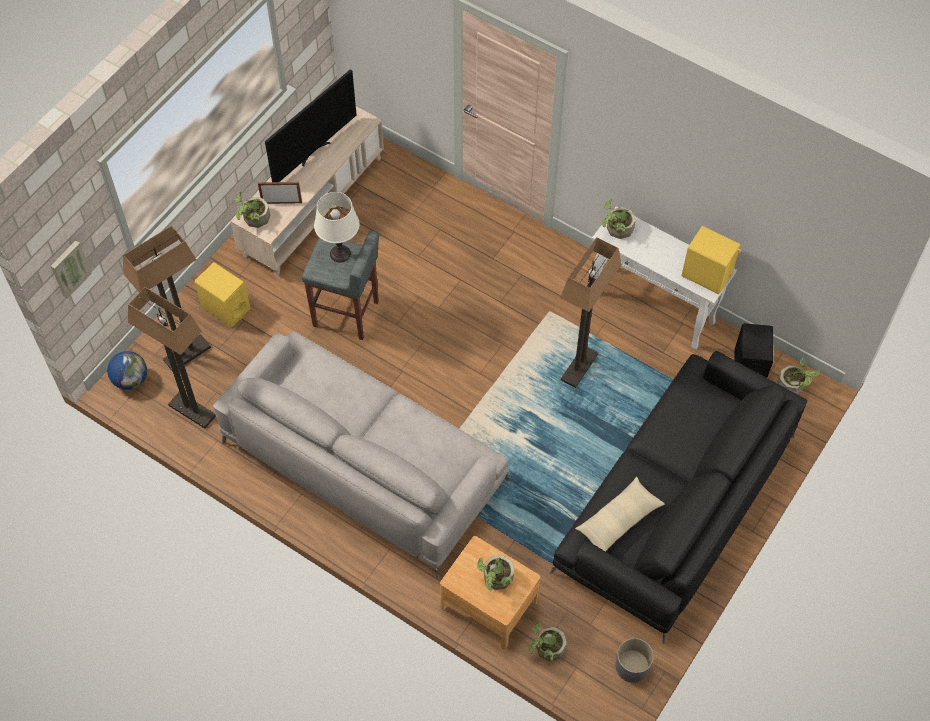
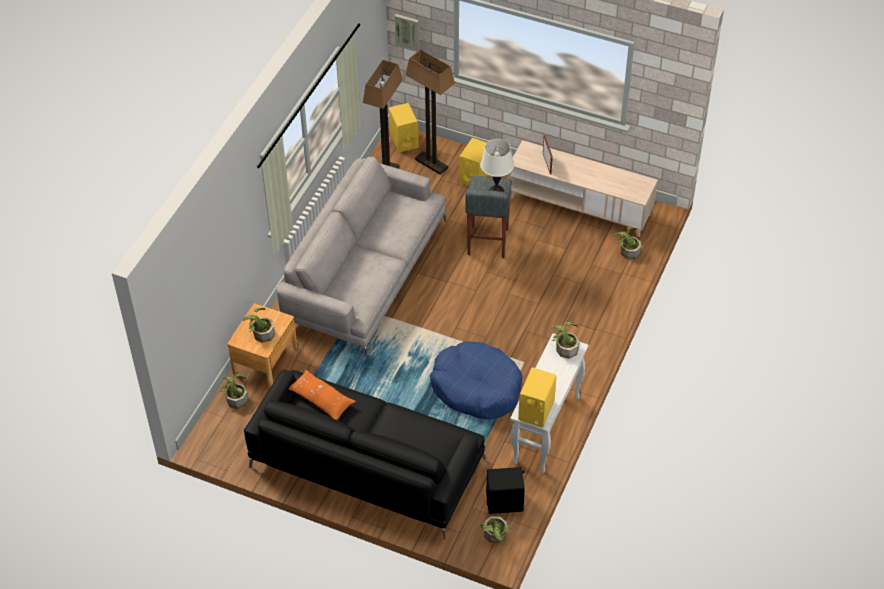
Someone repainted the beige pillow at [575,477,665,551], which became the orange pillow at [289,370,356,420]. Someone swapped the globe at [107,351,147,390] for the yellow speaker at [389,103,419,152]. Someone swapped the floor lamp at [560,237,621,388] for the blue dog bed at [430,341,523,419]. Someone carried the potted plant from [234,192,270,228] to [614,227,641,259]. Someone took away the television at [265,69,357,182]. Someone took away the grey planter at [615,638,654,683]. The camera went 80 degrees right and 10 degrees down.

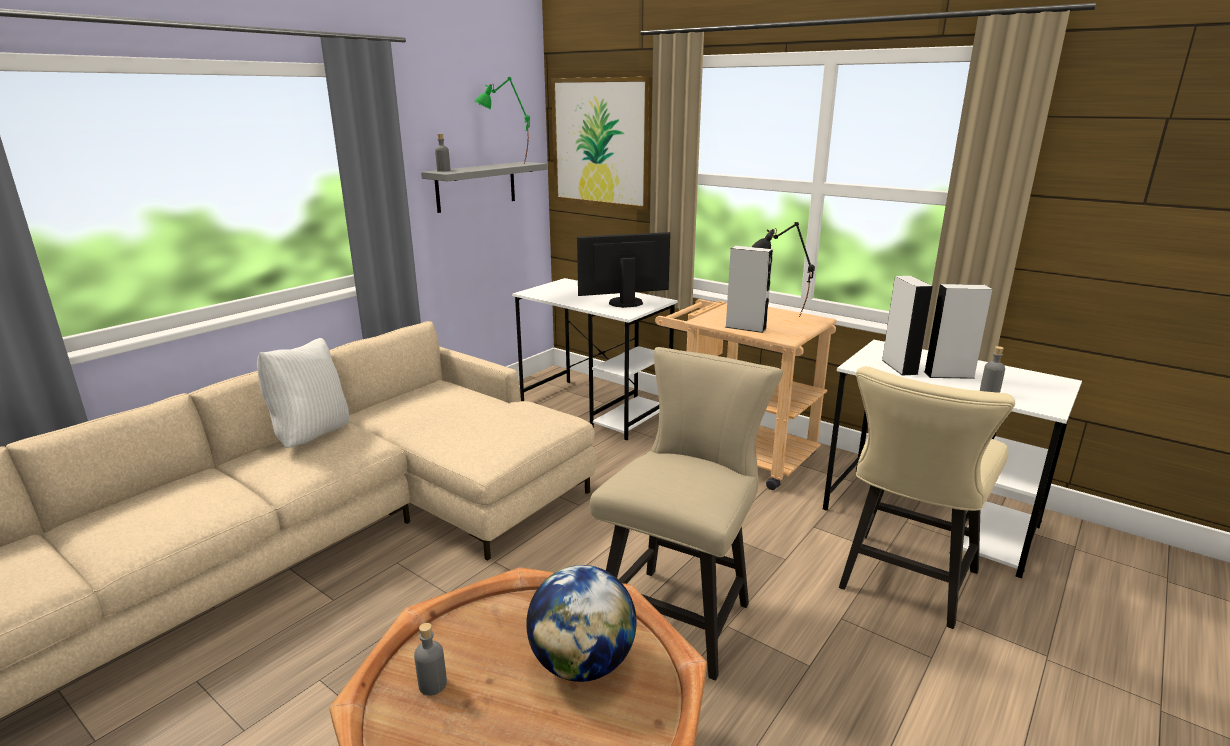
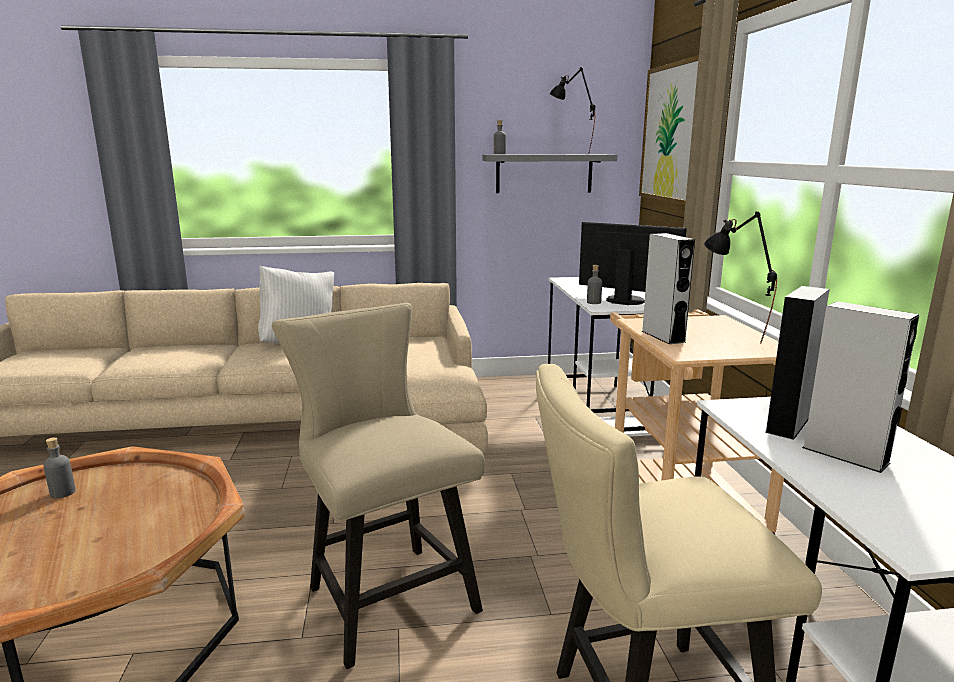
Someone rotated the beige chair at [590,347,783,681] by 105 degrees counterclockwise. Someone repainted the green table lamp at [475,77,530,165], which became the black table lamp at [550,67,596,154]. Someone carried the grey bottle from [980,346,1005,393] to [587,265,602,304]. Someone took away the globe at [526,565,636,682]. The camera went 45 degrees right and 5 degrees down.

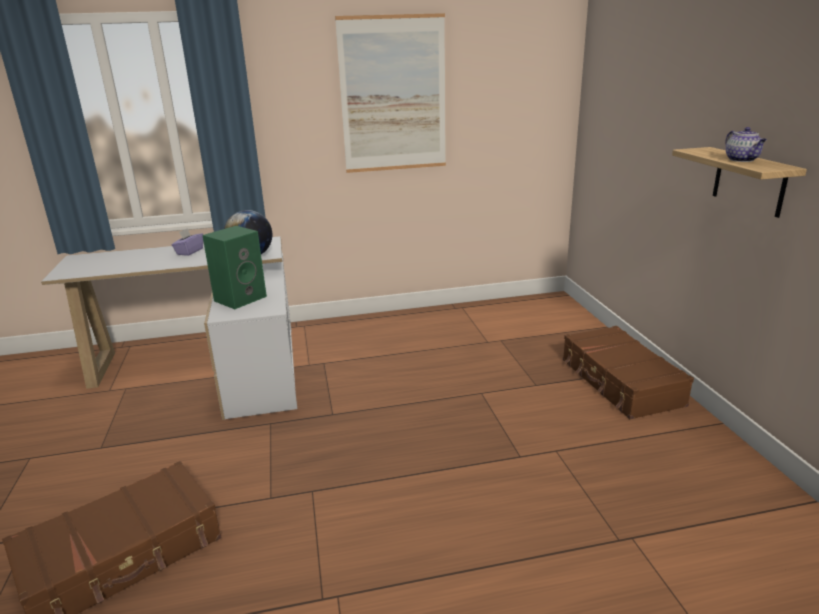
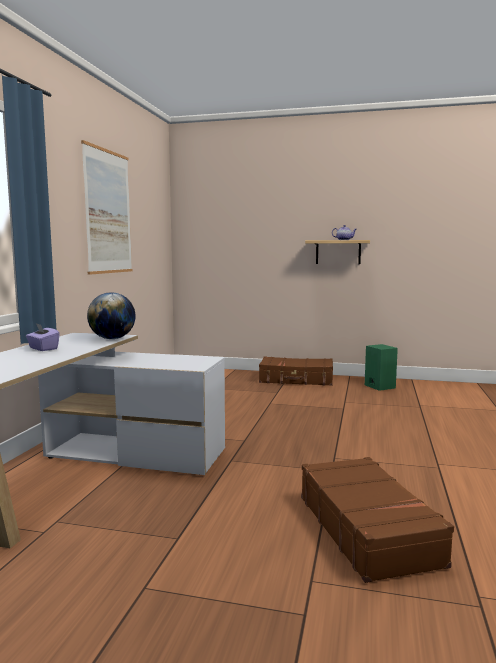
Someone carried the green speaker from [202,226,267,309] to [365,344,398,391]. The camera went 65 degrees left and 15 degrees down.

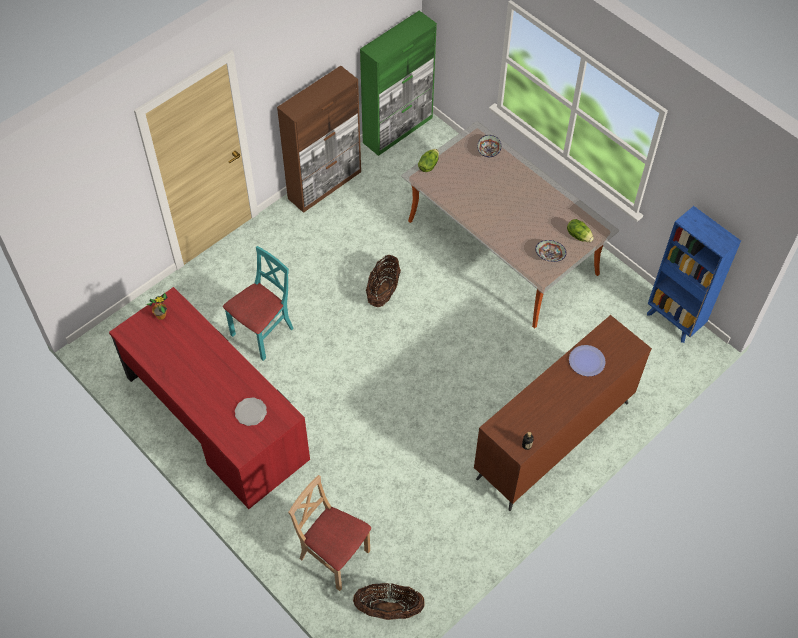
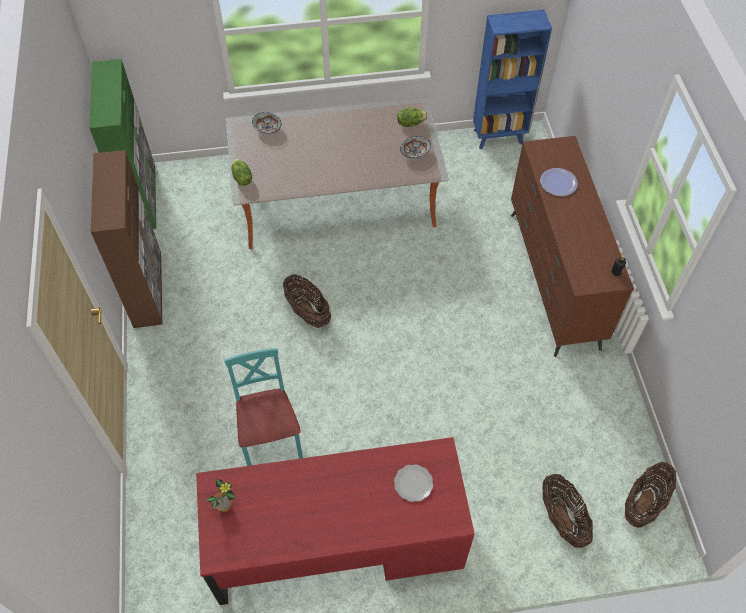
Someone swapped the beige chair at [288,475,371,591] for the basket at [543,474,593,548]. The camera went 55 degrees left and 0 degrees up.

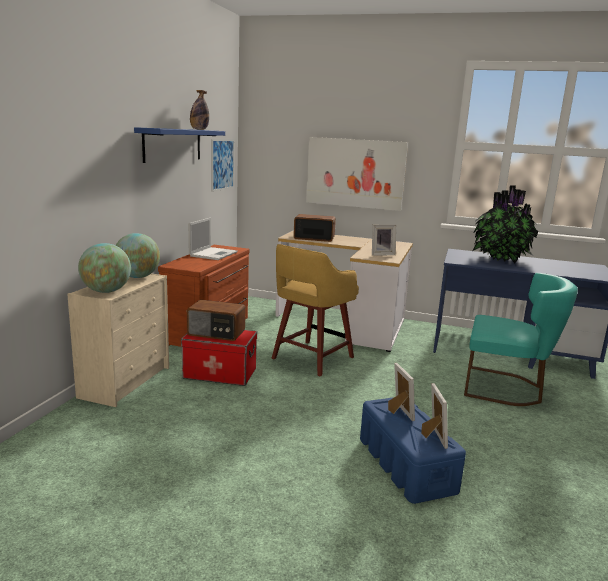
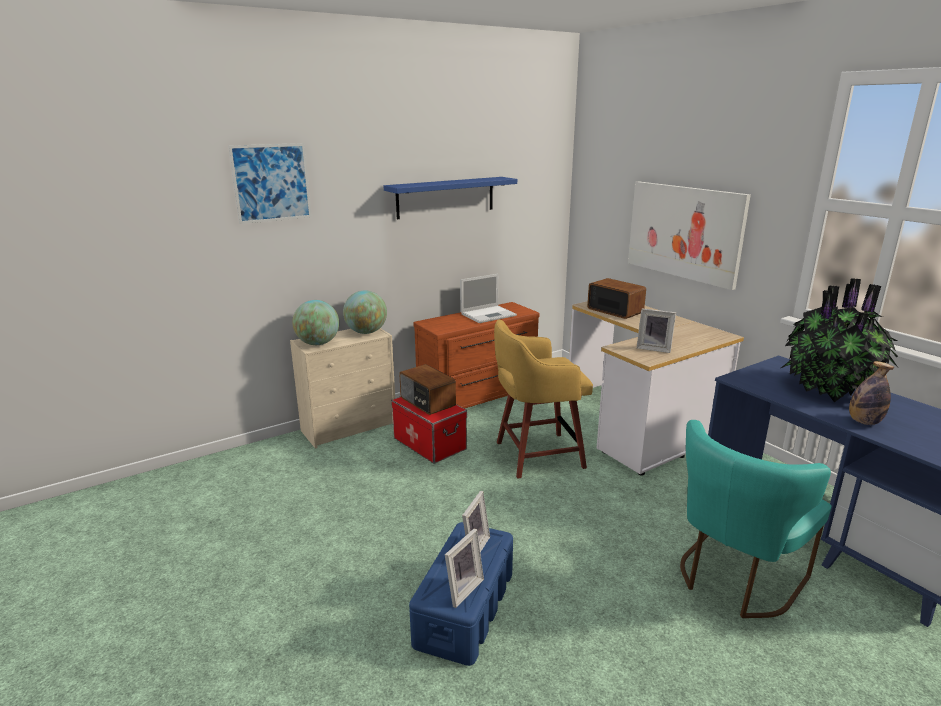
Someone carried the picture from [211,139,234,192] to [228,143,312,224]. Someone rotated the turquoise chair at [464,273,578,406] by 75 degrees clockwise. Someone carried the bottle from [190,90,209,130] to [849,361,894,425]. The camera went 40 degrees right and 5 degrees up.

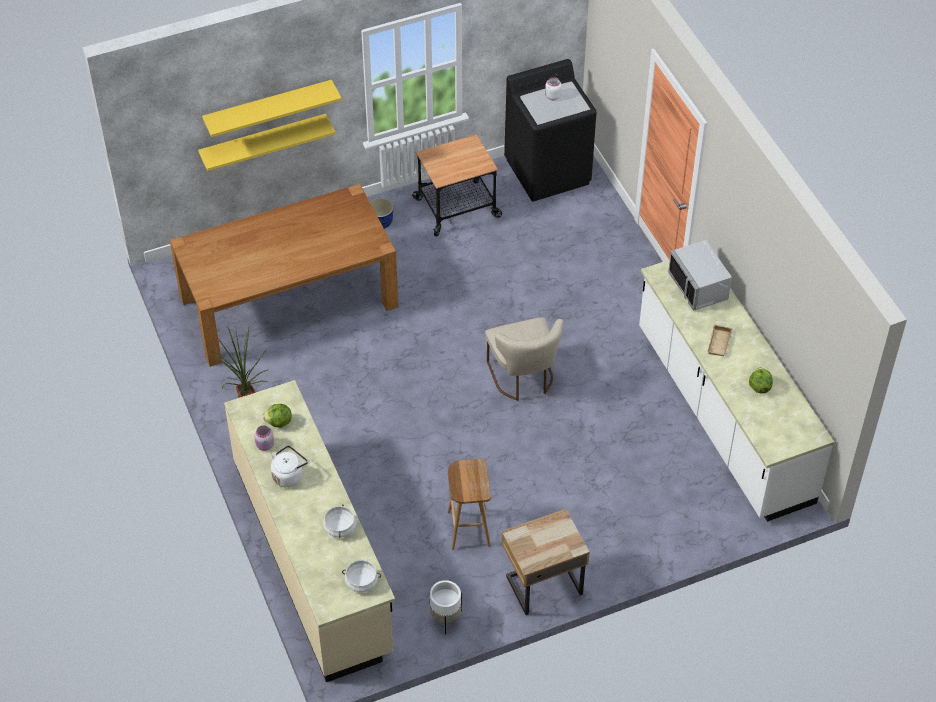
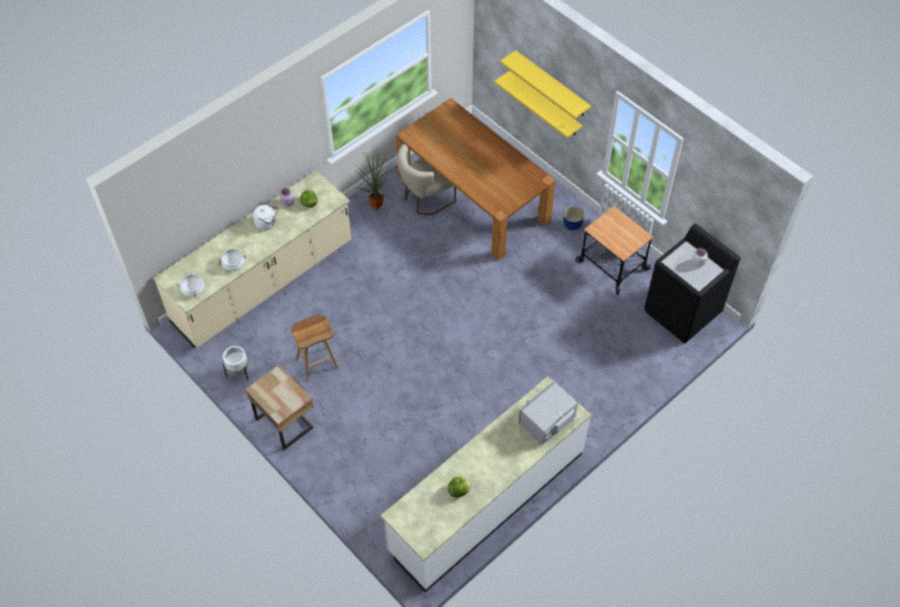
Someone carried the beige chair from [485,317,564,401] to [397,144,456,215]. Someone took away the beige tray at [707,324,733,356]. The camera went 70 degrees right and 5 degrees up.

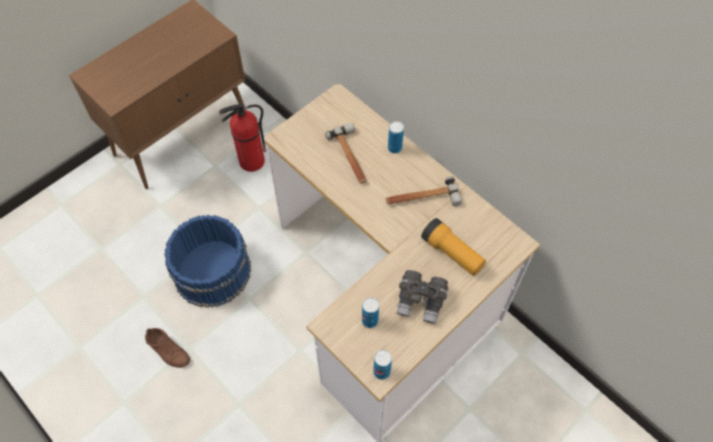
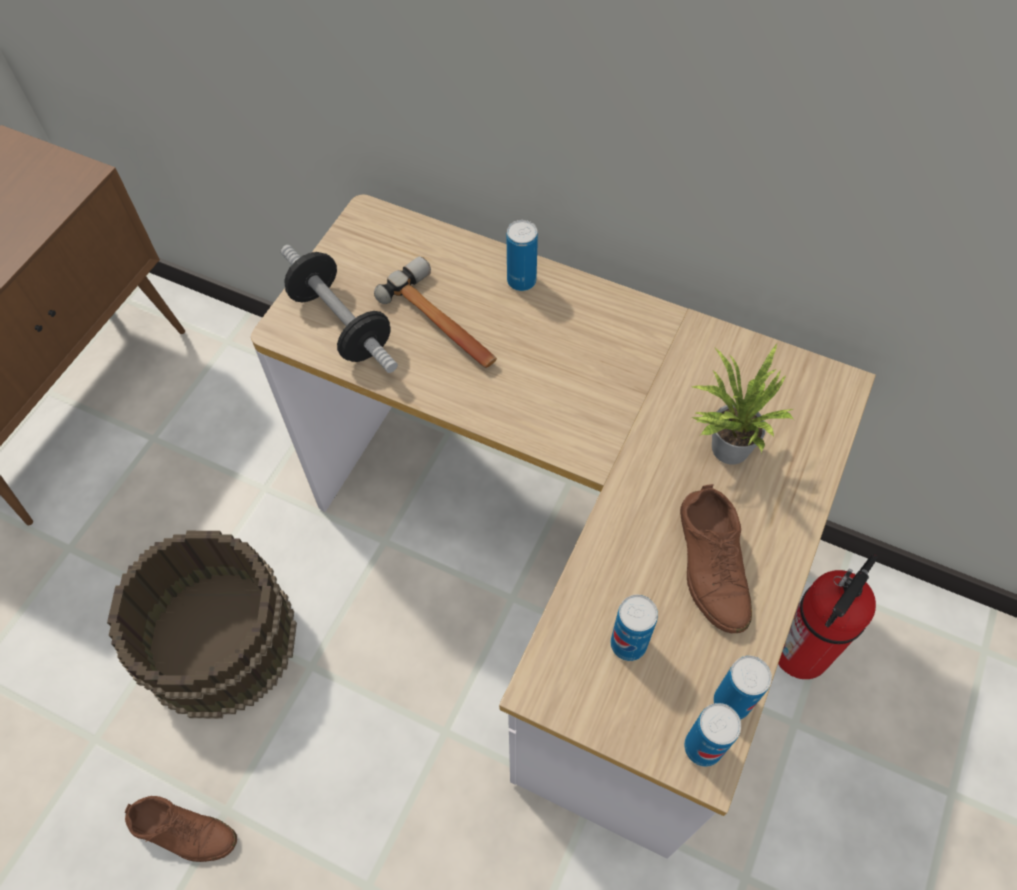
Someone repainted the blue bucket at [164,215,251,308], which became the brown bucket at [107,531,297,718]. Someone put down the dumbbell at [281,245,398,373]. Someone swapped the grey binoculars at [397,270,448,324] for the brown shoe at [680,484,752,633]. Someone swapped the flashlight at [421,218,486,276] for the potted plant at [690,344,794,464]. Someone put down the can at [714,656,772,720]. Someone carried the fire extinguisher from [219,104,267,172] to [778,554,877,679]. Someone took away the hammer at [386,176,462,206]. The camera went 20 degrees left and 0 degrees up.

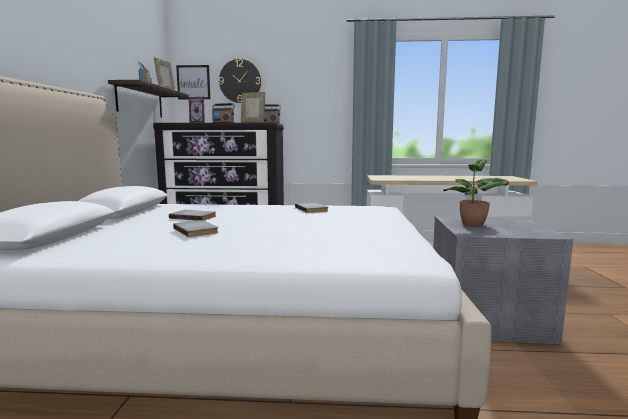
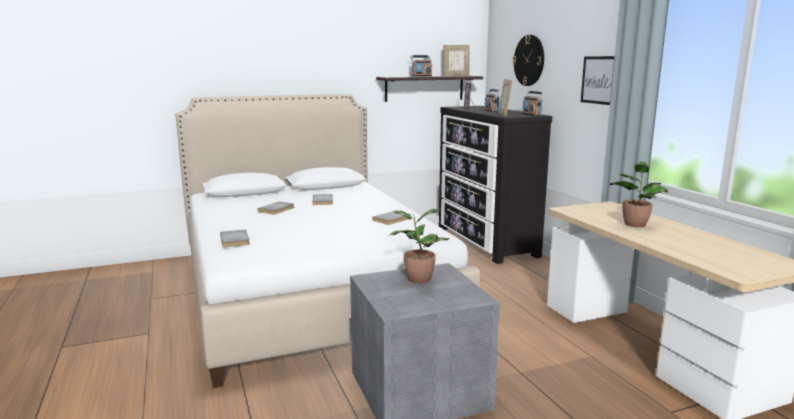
Someone put down the grey book at [220,230,250,248]. Someone carried the picture from [176,65,210,99] to [581,56,615,105]. Someone put down the potted plant at [609,161,668,227]. The camera went 65 degrees right and 5 degrees up.

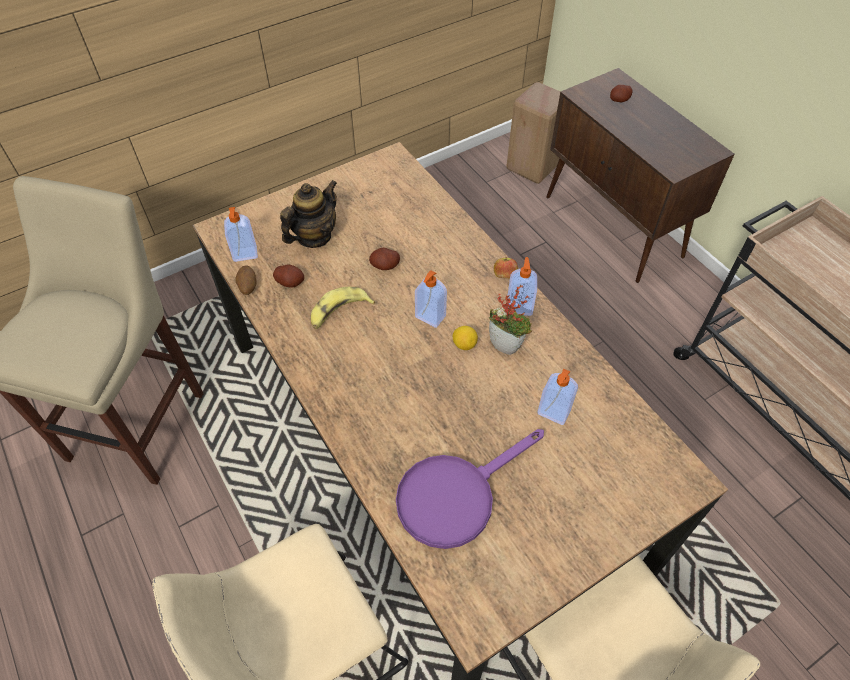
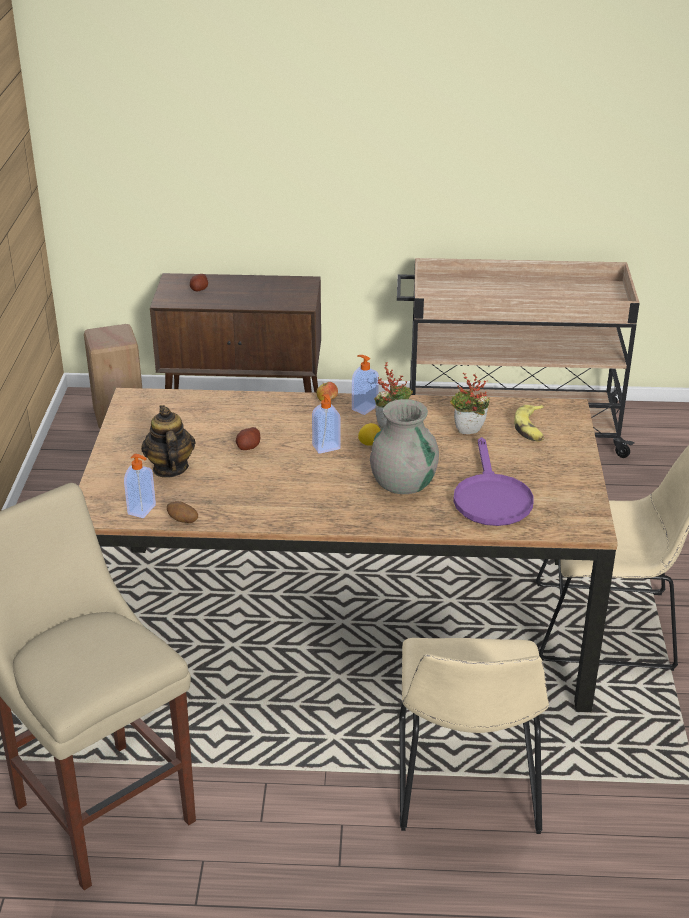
Someone put down the grey vase at [370,399,439,494]. Someone swapped the soap dispenser at [537,369,578,425] for the potted plant at [450,373,490,434]. Someone carried the banana from [311,287,375,329] to [514,405,544,441]. Someone took away the potato at [273,264,304,288]. The camera went 55 degrees left and 20 degrees down.

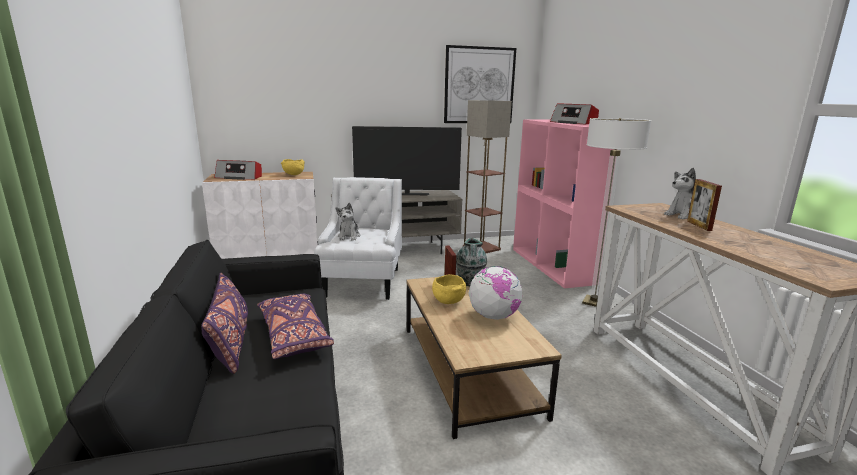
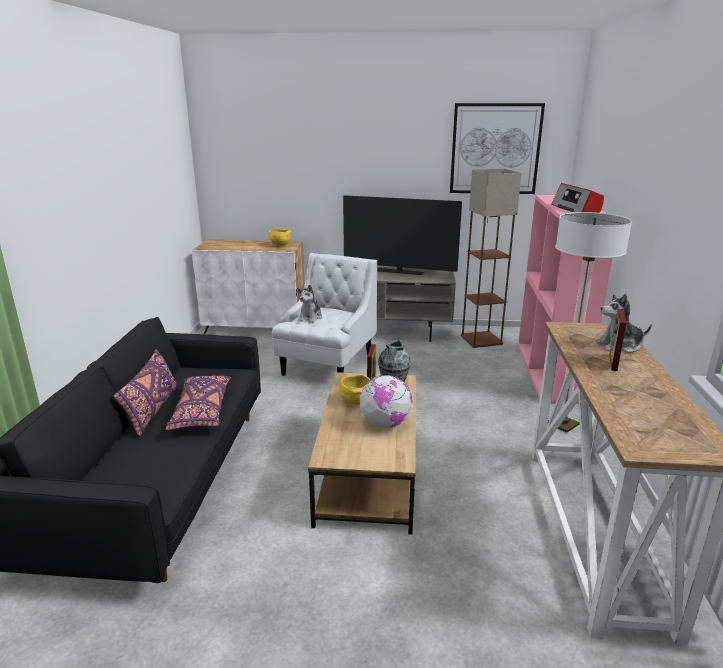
Someone took away the radio at [214,160,262,180]. The camera went 20 degrees right and 5 degrees up.

